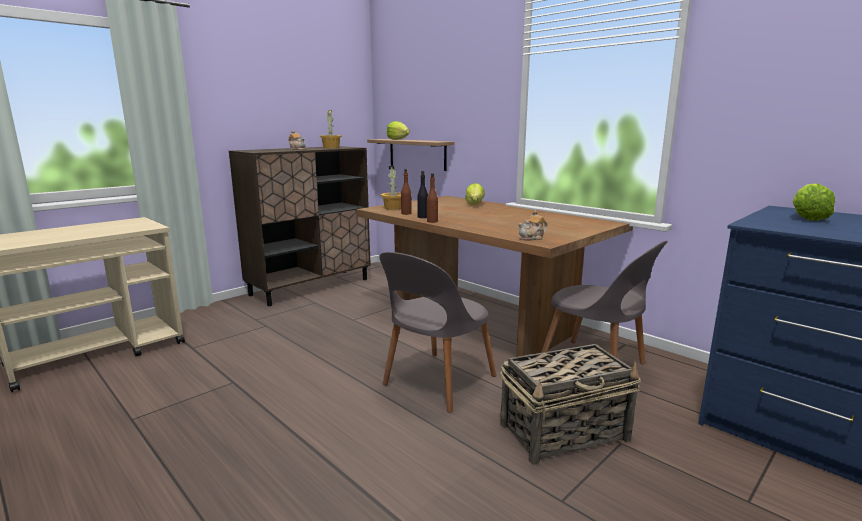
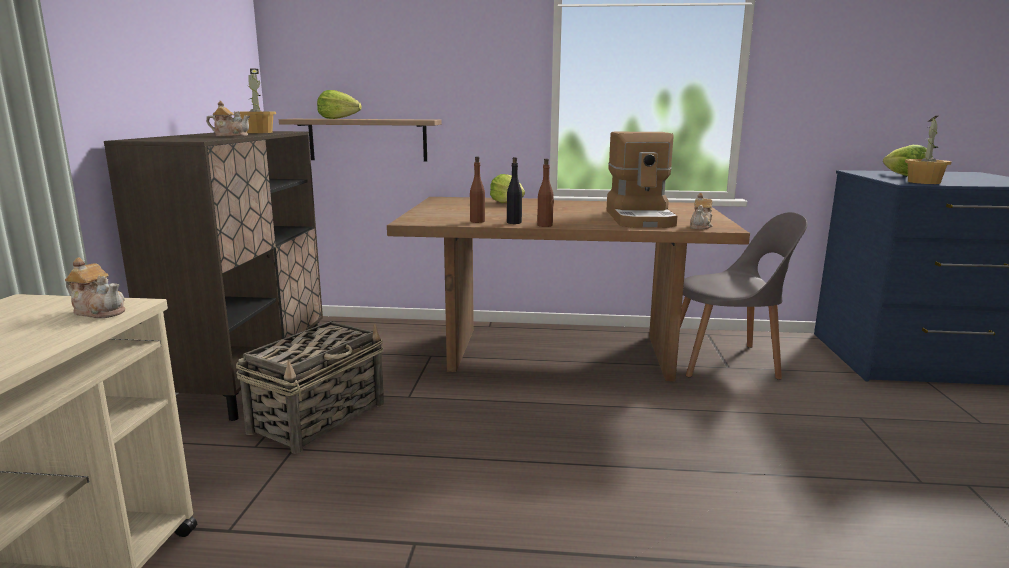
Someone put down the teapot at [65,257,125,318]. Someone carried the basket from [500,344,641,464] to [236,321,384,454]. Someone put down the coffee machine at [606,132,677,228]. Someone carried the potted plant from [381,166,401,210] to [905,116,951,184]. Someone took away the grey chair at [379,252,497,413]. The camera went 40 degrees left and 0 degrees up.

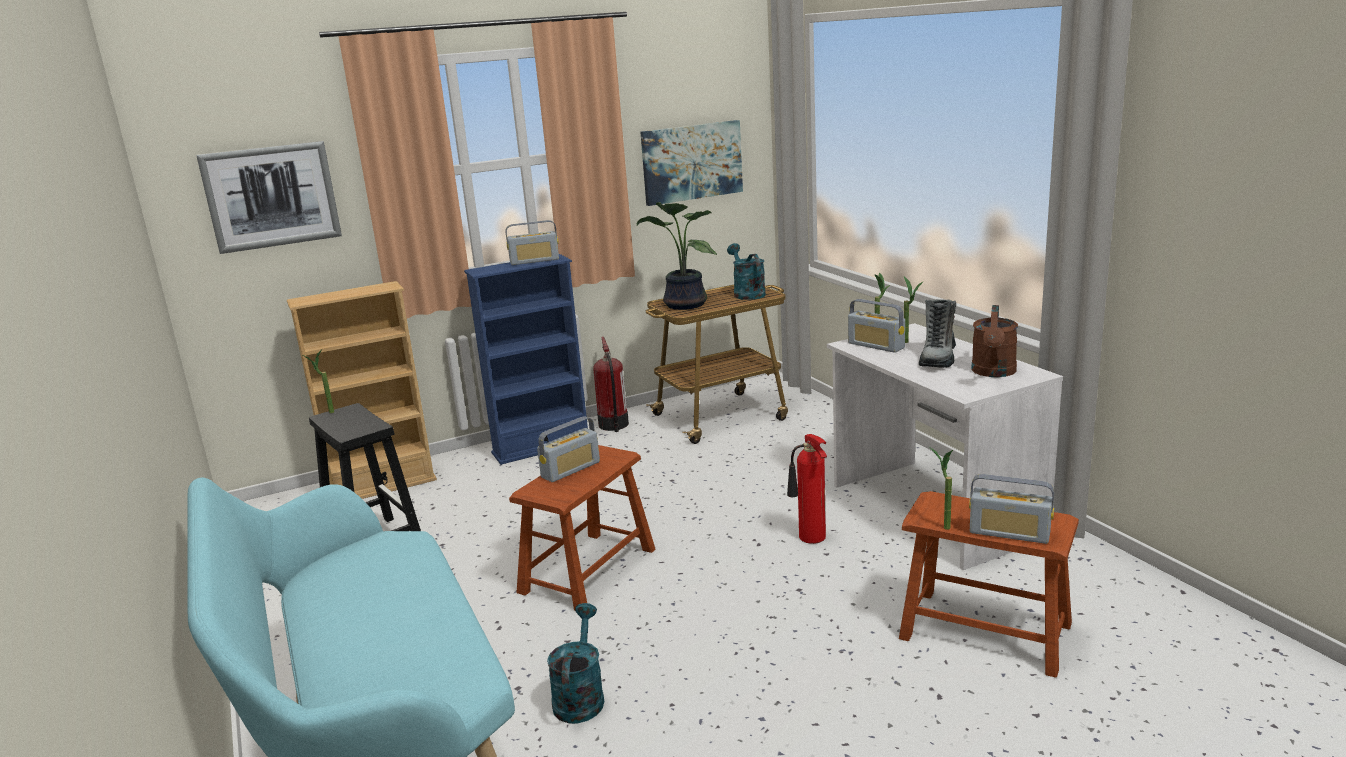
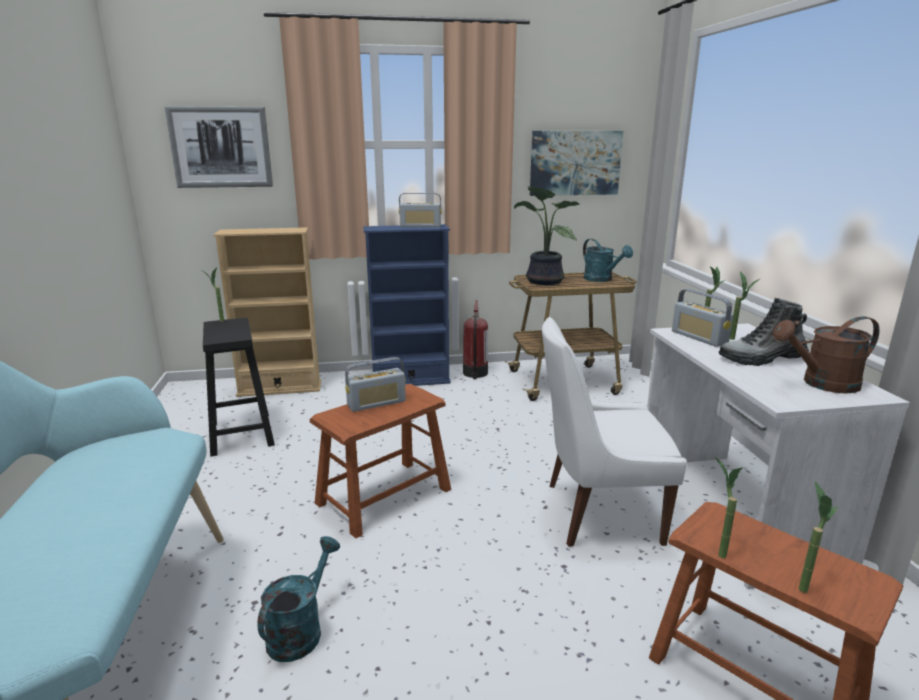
Someone swapped the fire extinguisher at [787,434,827,544] for the white chair at [542,317,687,547]. Someone rotated the turquoise watering can at [727,243,766,300] by 150 degrees clockwise. Someone rotated the boot at [919,299,956,368] by 45 degrees clockwise. Someone rotated the brown watering can at [971,305,1018,377] by 45 degrees clockwise. Someone swapped the radio at [969,474,1054,544] for the potted plant at [799,481,838,593]. The camera went 15 degrees right and 0 degrees up.

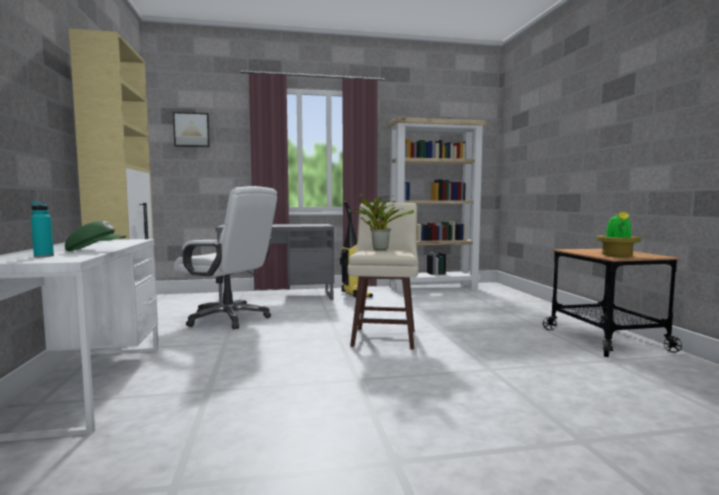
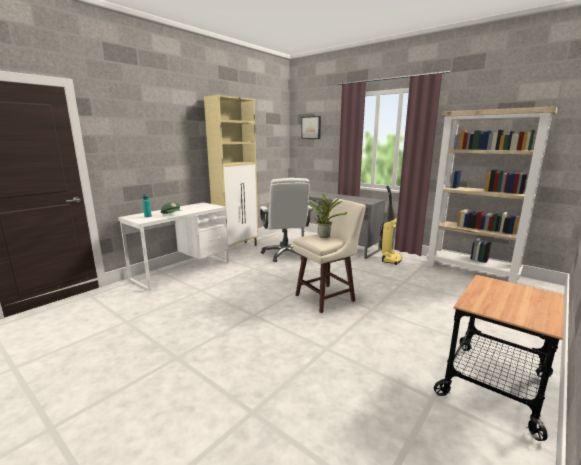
Someone took away the potted plant at [596,212,641,257]. The camera went 50 degrees right and 10 degrees up.

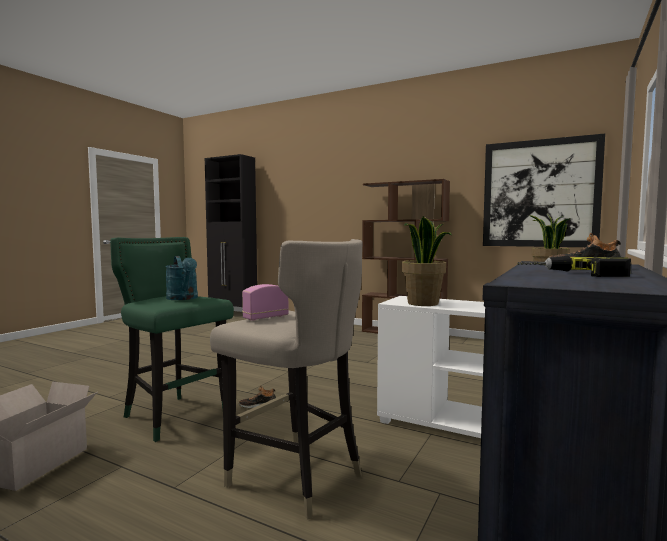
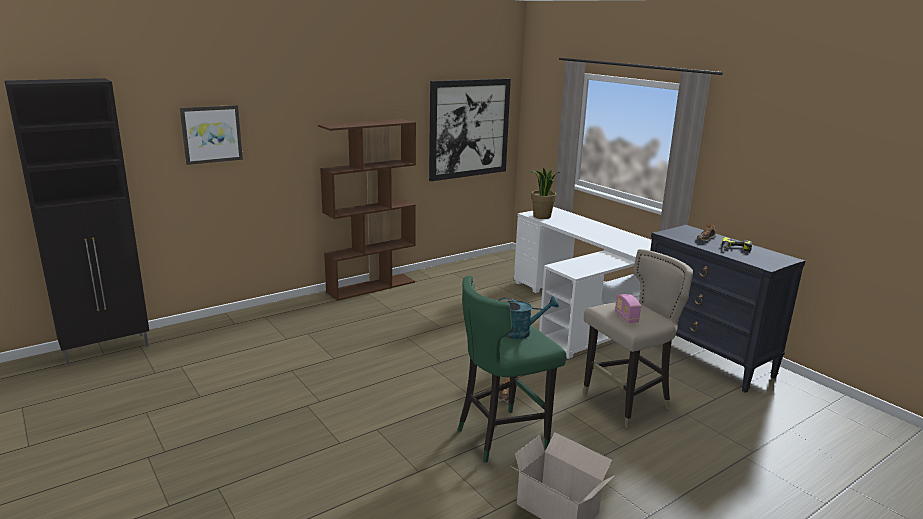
Someone put up the picture at [180,105,243,165]. Someone took away the potted plant at [402,216,452,306]. The camera went 65 degrees left and 15 degrees up.

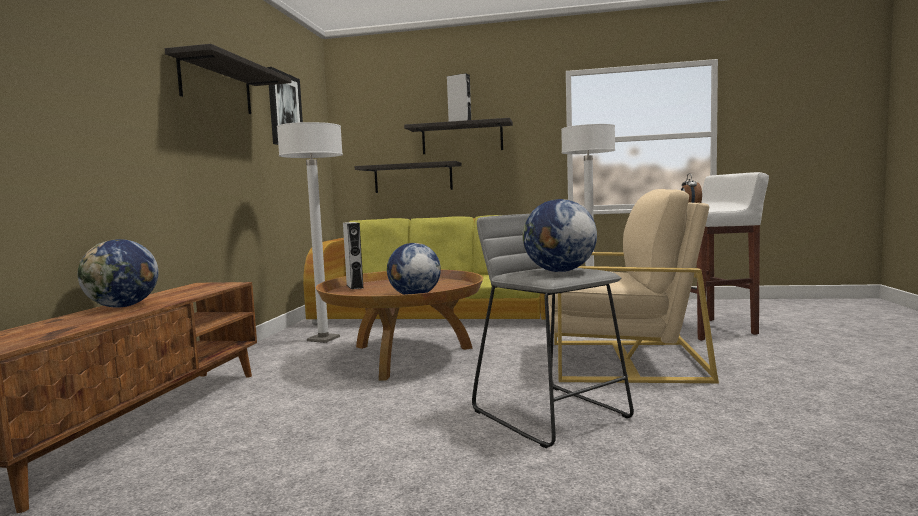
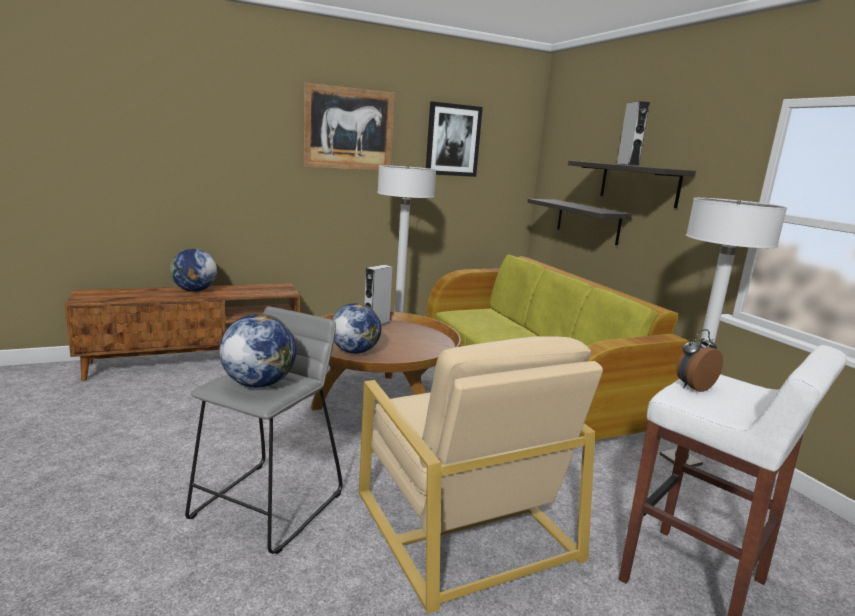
Someone swapped the shelf at [165,44,292,114] for the picture at [303,83,395,171]. The camera went 55 degrees right and 10 degrees up.

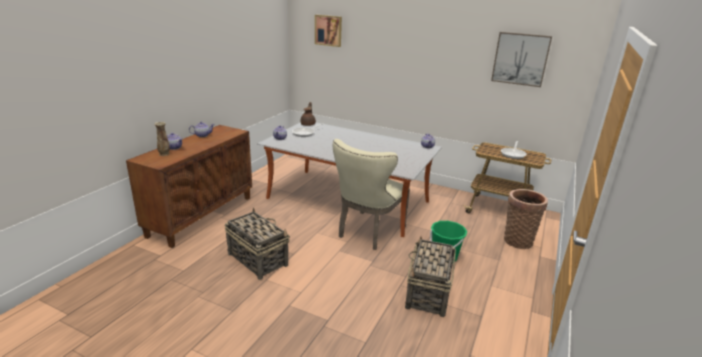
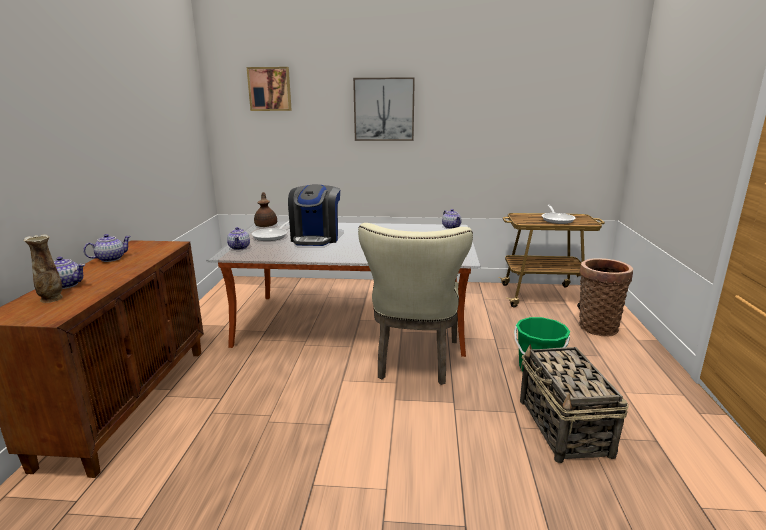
Someone put down the coffee machine at [288,184,340,246]. Someone carried the picture from [491,32,552,87] to [353,77,415,141]. Someone took away the basket at [224,208,290,280]. The camera went 20 degrees left and 5 degrees down.

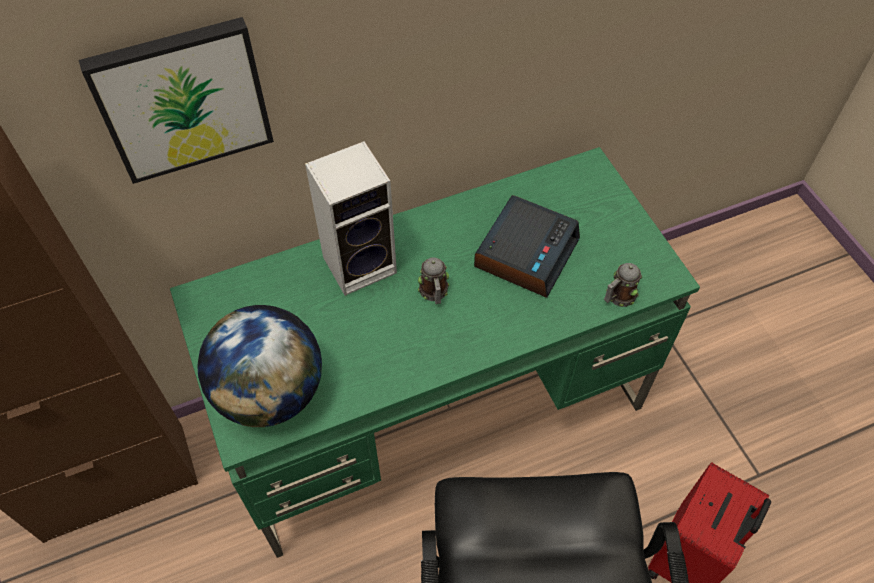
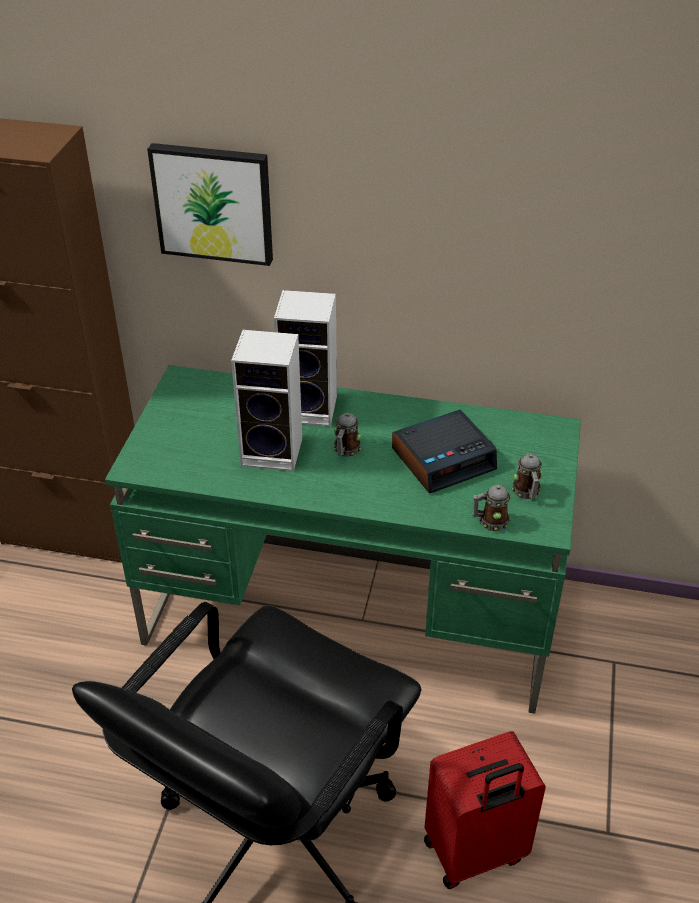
Someone put down the speaker at [231,330,302,471]. Someone put down the mug at [512,454,543,499]. Someone took away the globe at [197,305,322,427]. The camera went 35 degrees right and 15 degrees down.

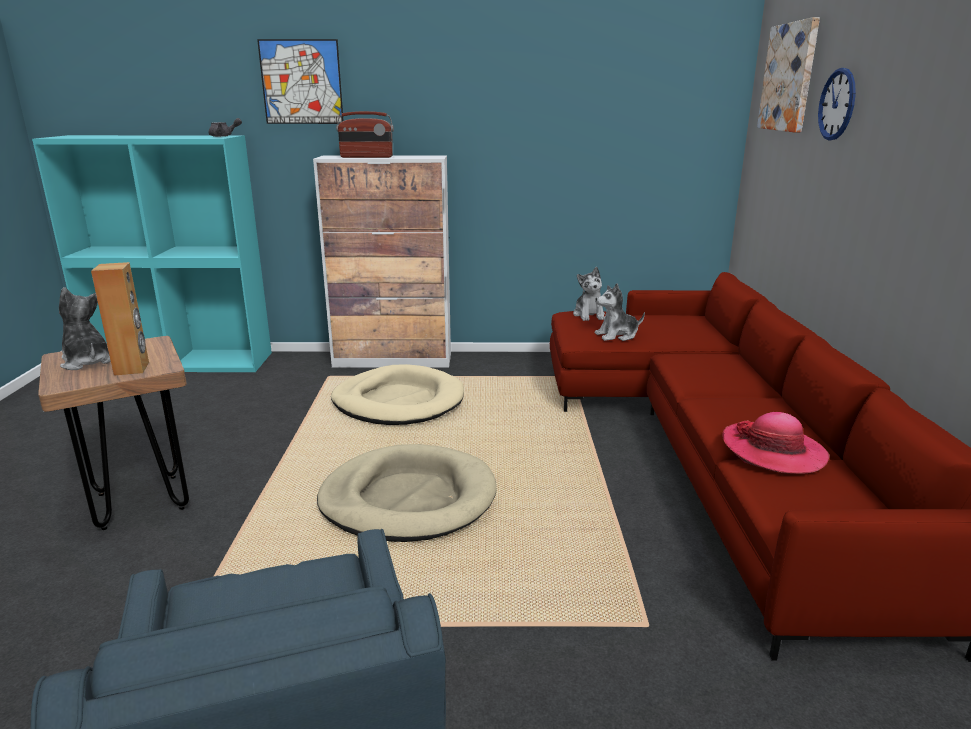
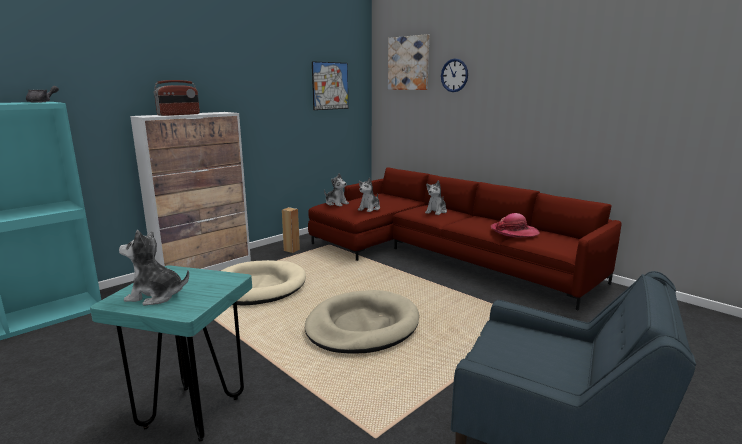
Someone repainted the brown stool at [38,336,189,530], which became the turquoise stool at [90,265,252,442]. Someone carried the brown speaker from [91,262,149,376] to [282,207,300,253]. Someone carried the picture from [257,39,343,124] to [312,61,348,110]. Someone put down the plush toy at [425,181,447,215]. The camera went 45 degrees left and 5 degrees down.

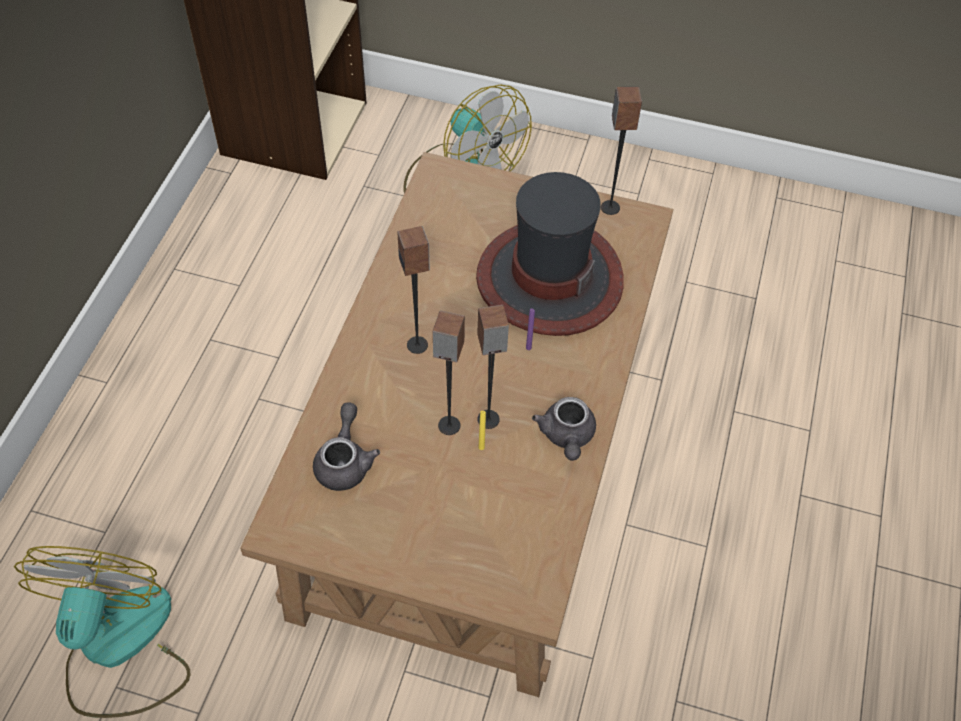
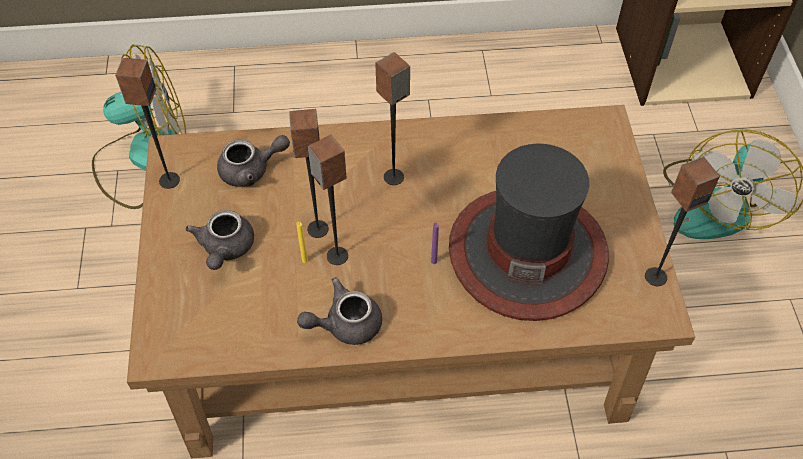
Someone put down the speaker at [115,58,180,189]. Someone put down the grey teapot at [185,210,254,270]. The camera went 70 degrees right and 0 degrees up.

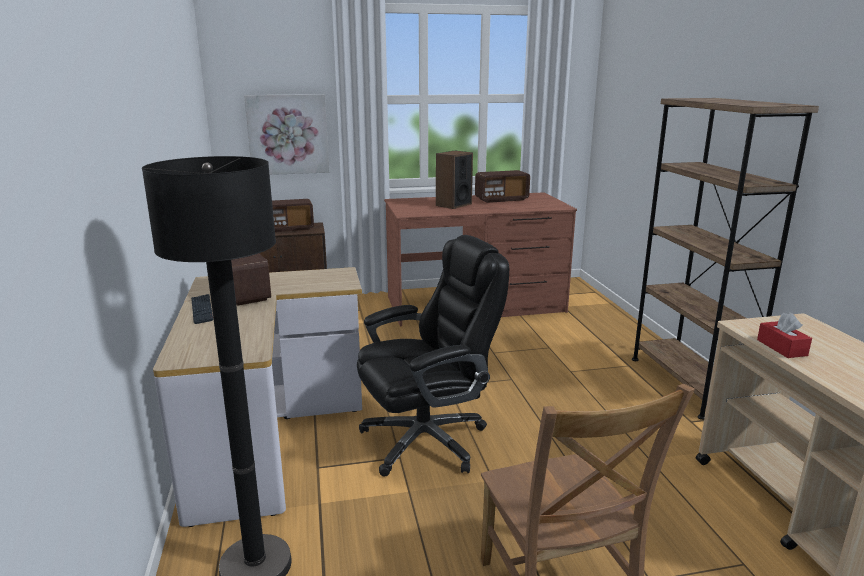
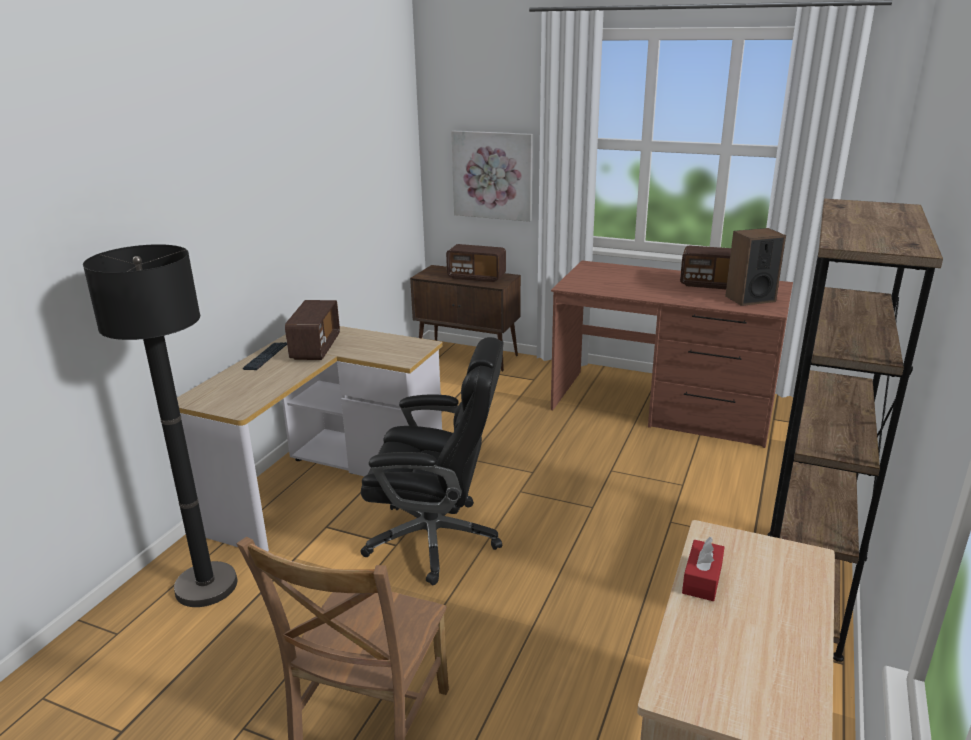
Someone carried the speaker from [436,151,473,209] to [725,228,786,306]. The camera went 35 degrees right and 5 degrees up.

